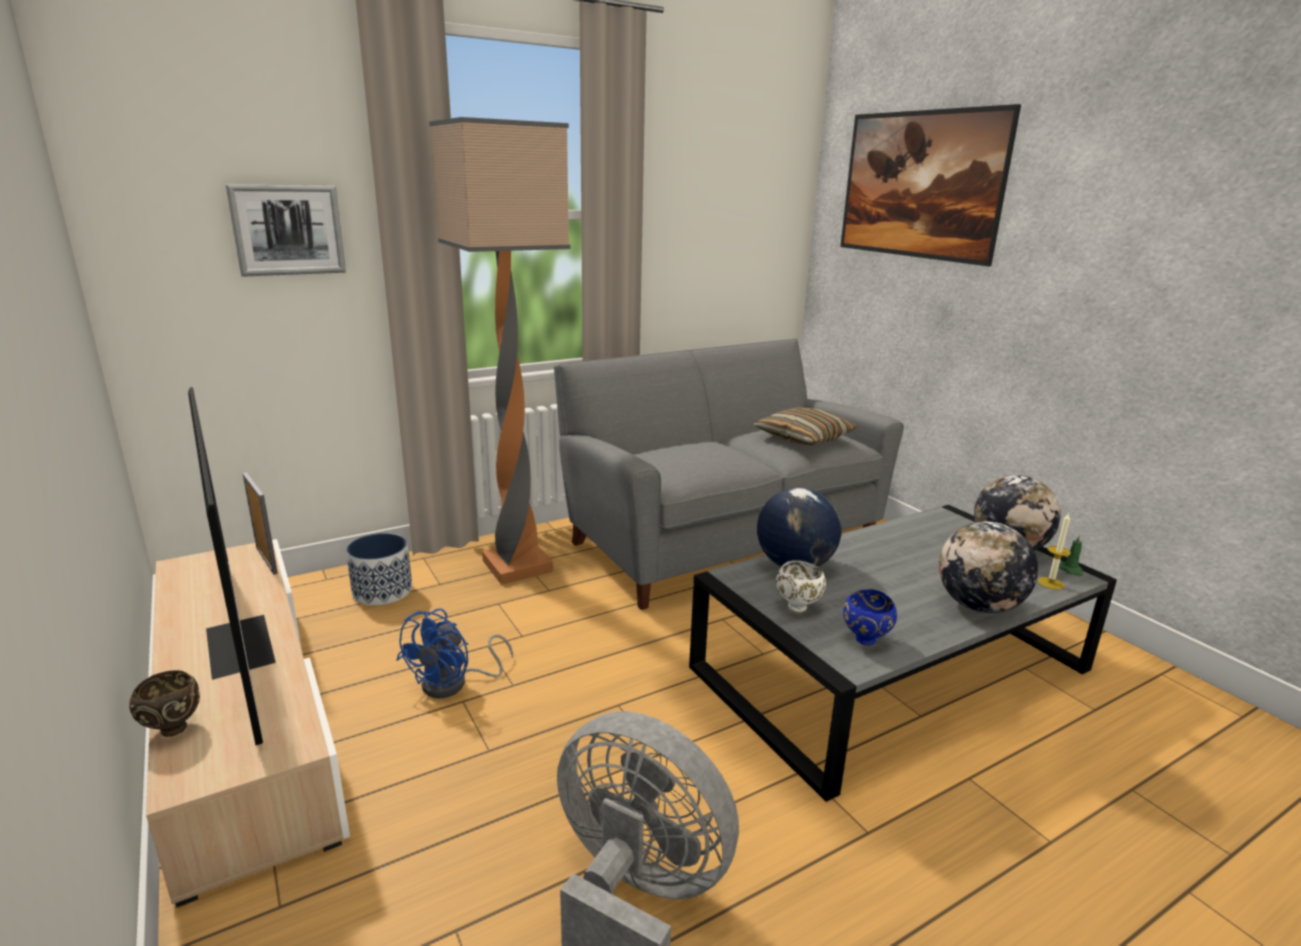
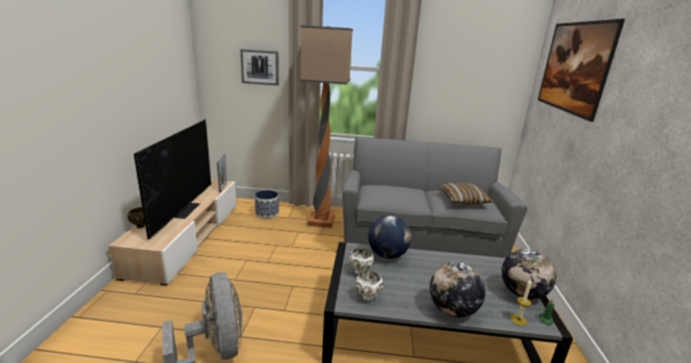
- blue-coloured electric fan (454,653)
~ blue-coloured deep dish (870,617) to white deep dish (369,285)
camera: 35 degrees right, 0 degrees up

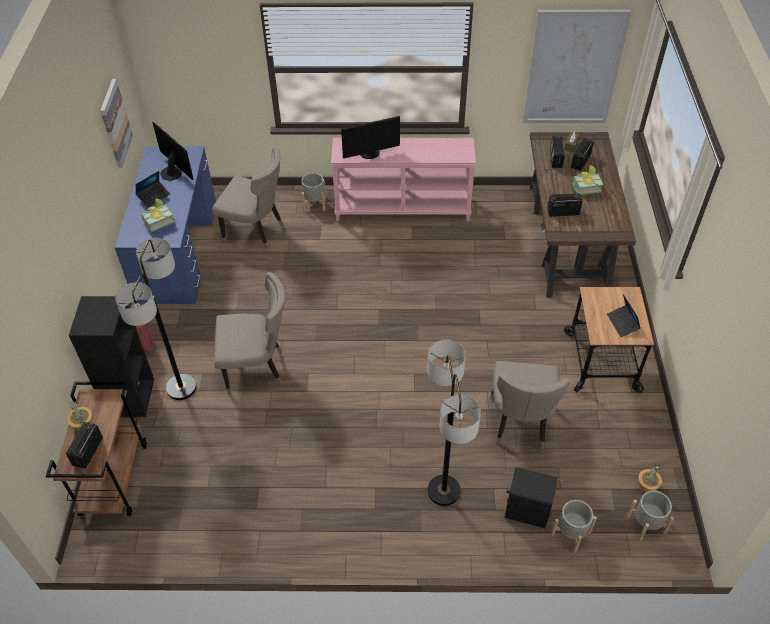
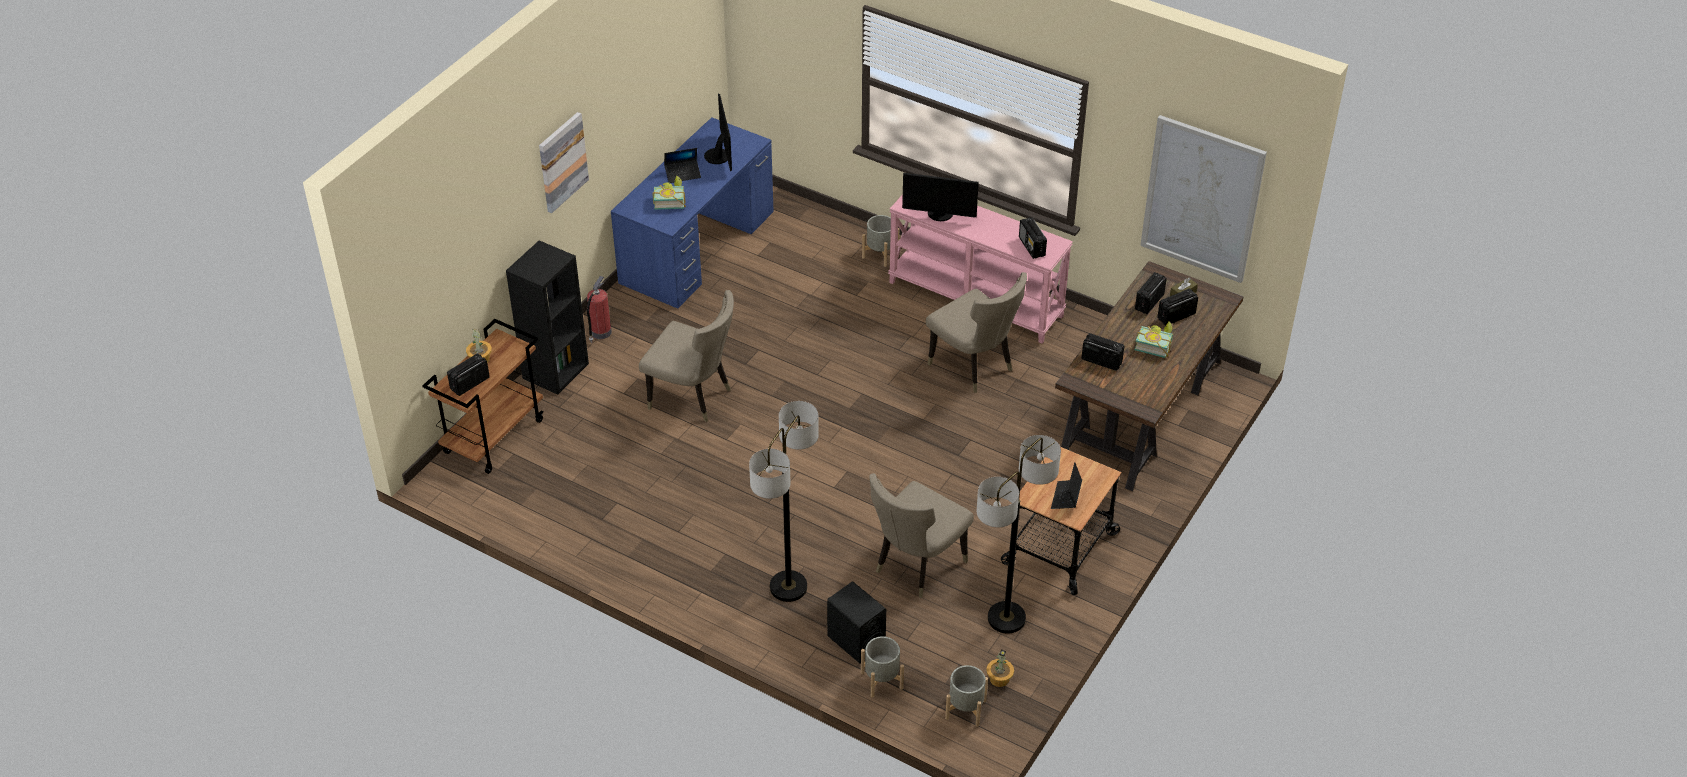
+ radio receiver (1033,238)
~ wall picture (116,123) to (564,162)
~ floor lamp (156,319) to (1019,534)
~ sand-coloured upright chair (247,198) to (976,332)
camera: 30 degrees right, 5 degrees down

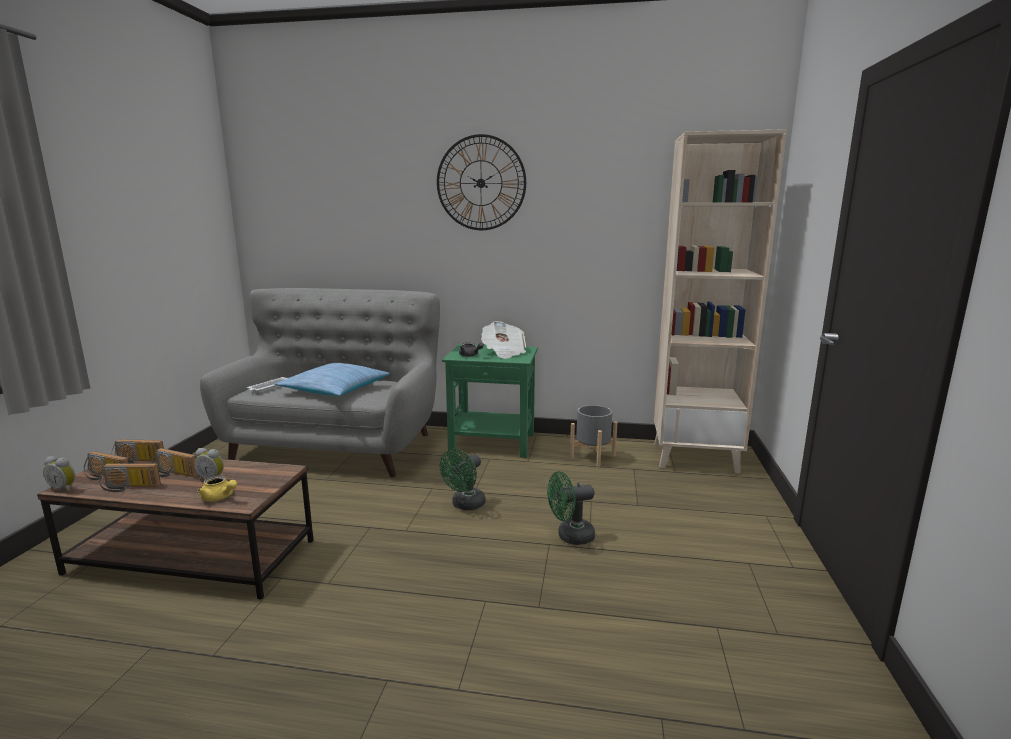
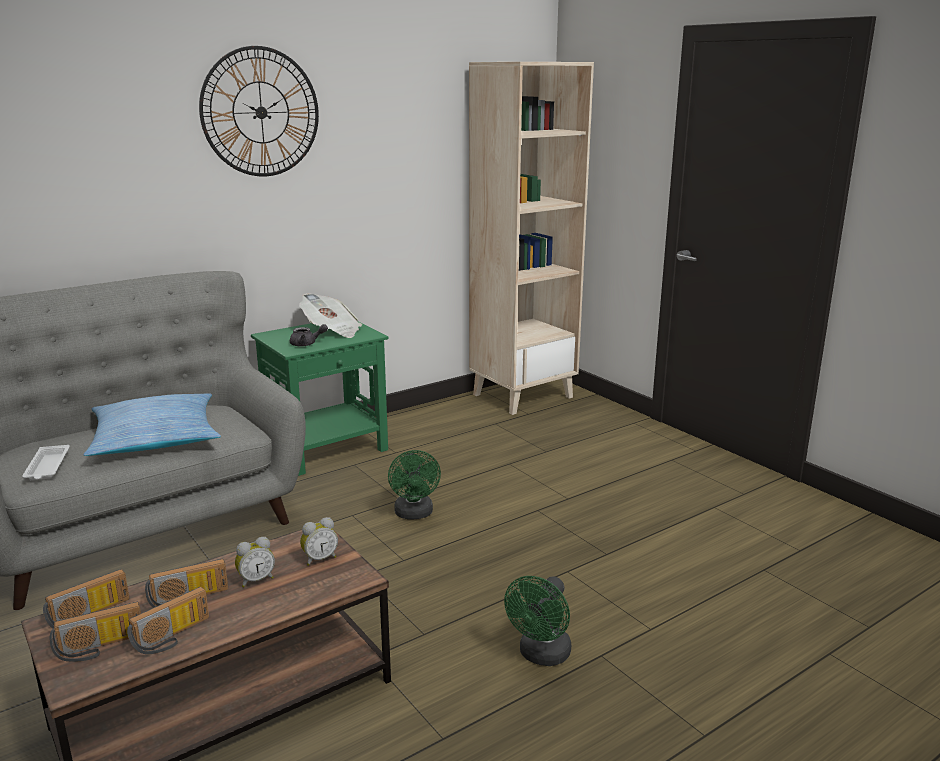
- yellowish pot for tea (217,488)
- gray plant pot (593,436)
~ table clock (59,474) to (319,541)
~ green electric fan (571,508) to (537,621)
camera: 45 degrees left, 5 degrees up

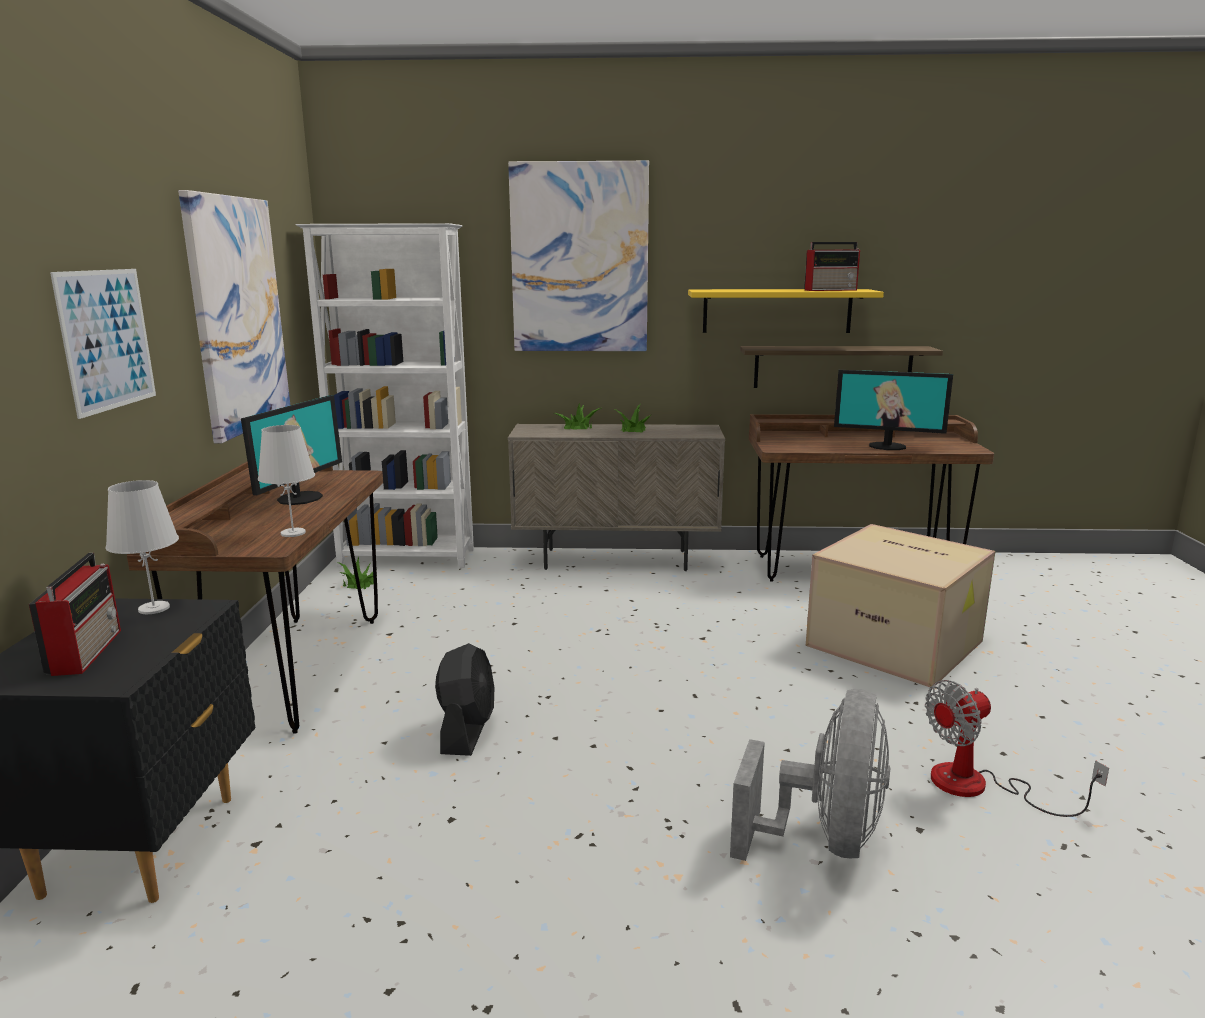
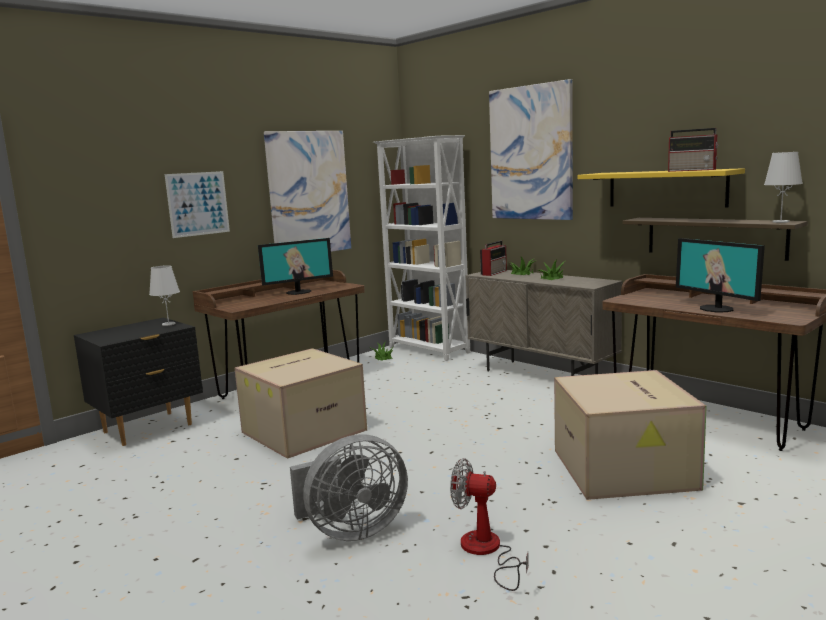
~ radio receiver (75,614) to (493,258)
~ white table lamp (286,481) to (783,187)
~ black-coloured electric fan (465,699) to packing box (301,403)
camera: 45 degrees right, 5 degrees down

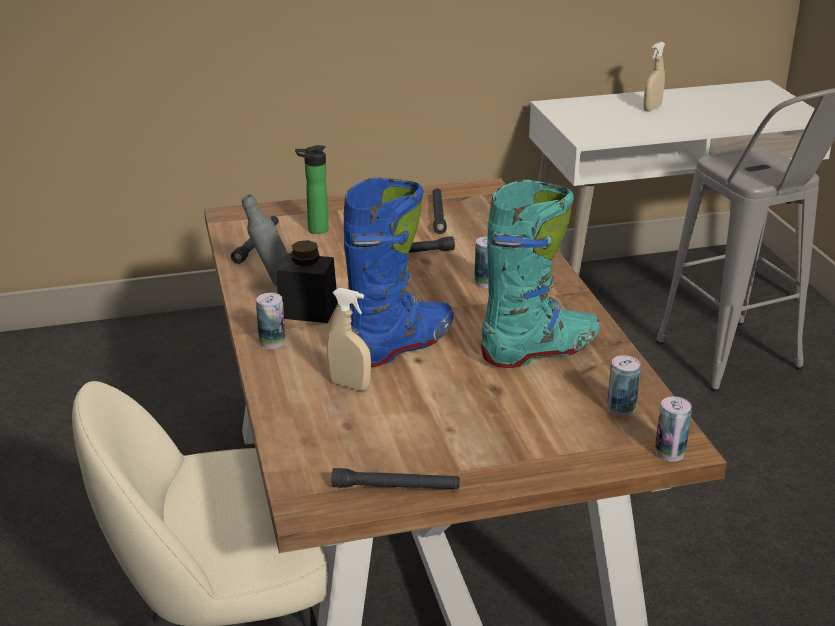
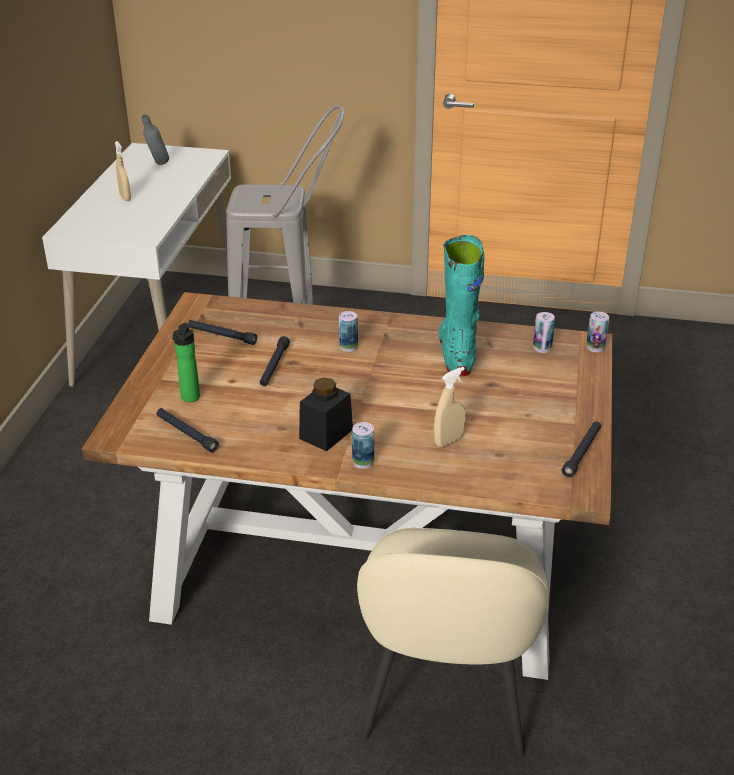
- blue-coloured high-top boot (399,272)
~ gray beverage bottle (265,240) to (155,139)
camera: 65 degrees left, 5 degrees up

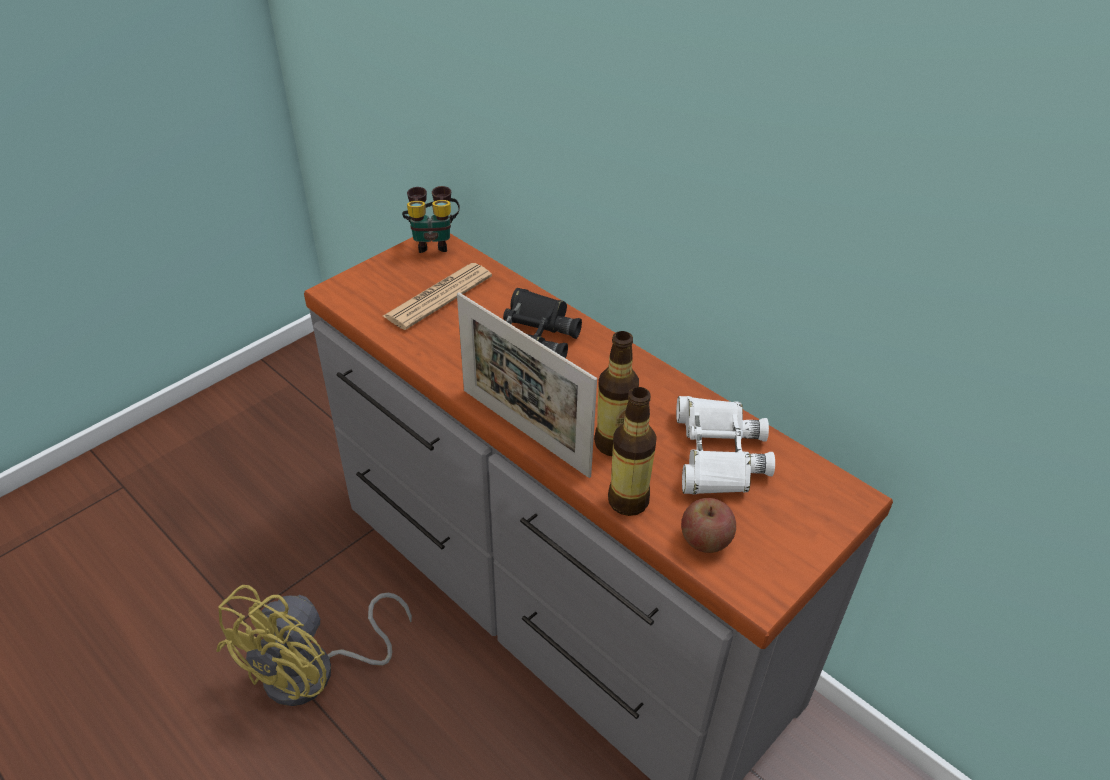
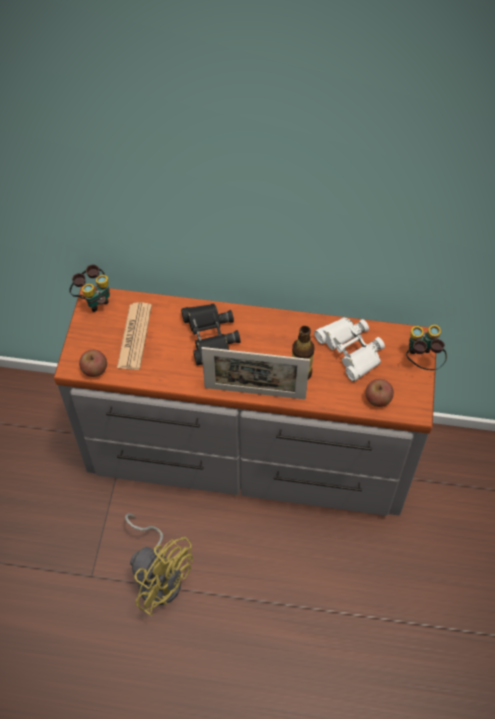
- beverage bottle (632,451)
+ whole apple (93,363)
+ binoculars (426,347)
~ yellowish electric fan (314,645) = (159,564) 45 degrees counterclockwise
camera: 35 degrees left, 15 degrees up

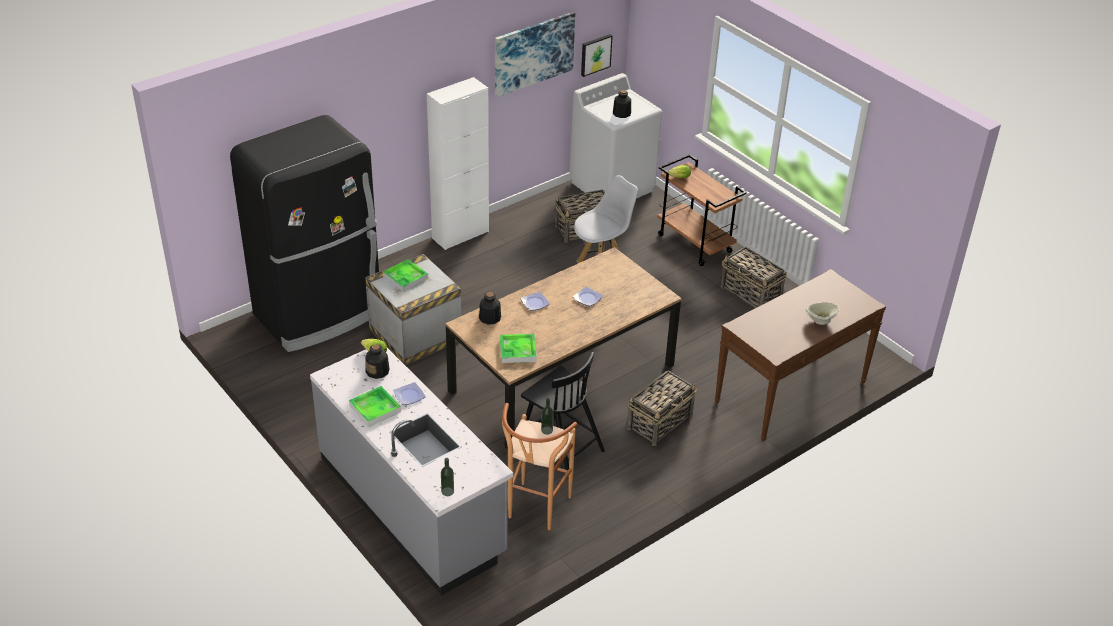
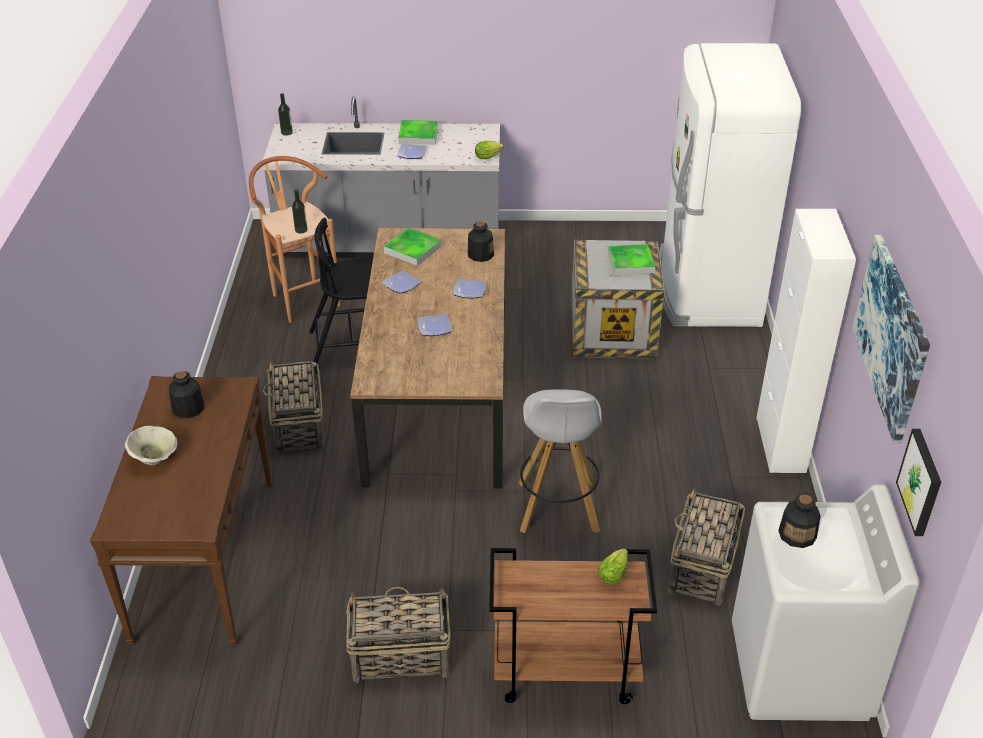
+ dinner plate (401,282)
~ beverage bottle (377,361) to (186,394)
~ black-coloured fridge (304,233) to white fridge (730,185)
camera: 130 degrees right, 0 degrees up

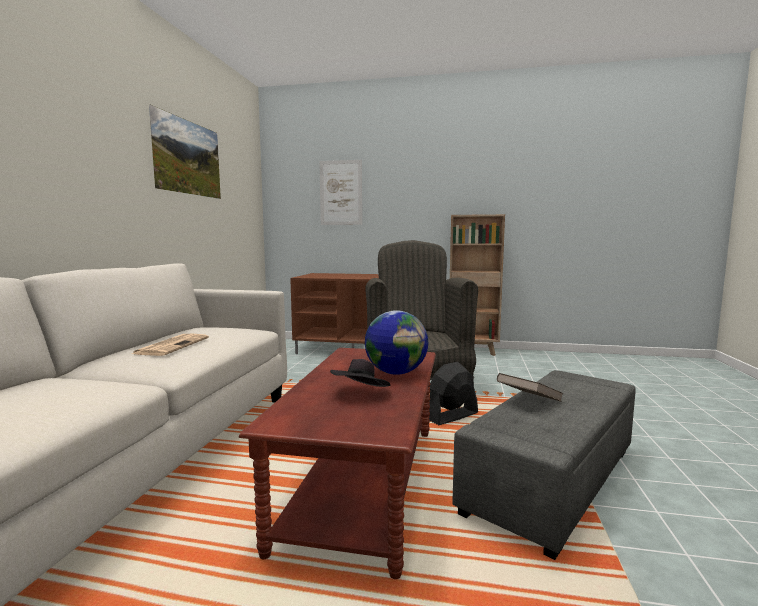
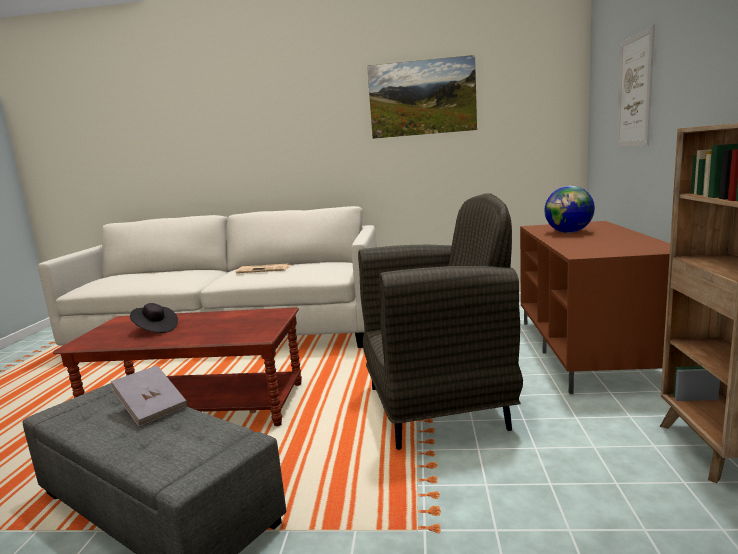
- black-coloured electric fan (453,393)
~ desk globe (396,342) to (569,209)
~ brownish bound book (530,387) to gray bound book (149,396)
camera: 85 degrees right, 5 degrees up

